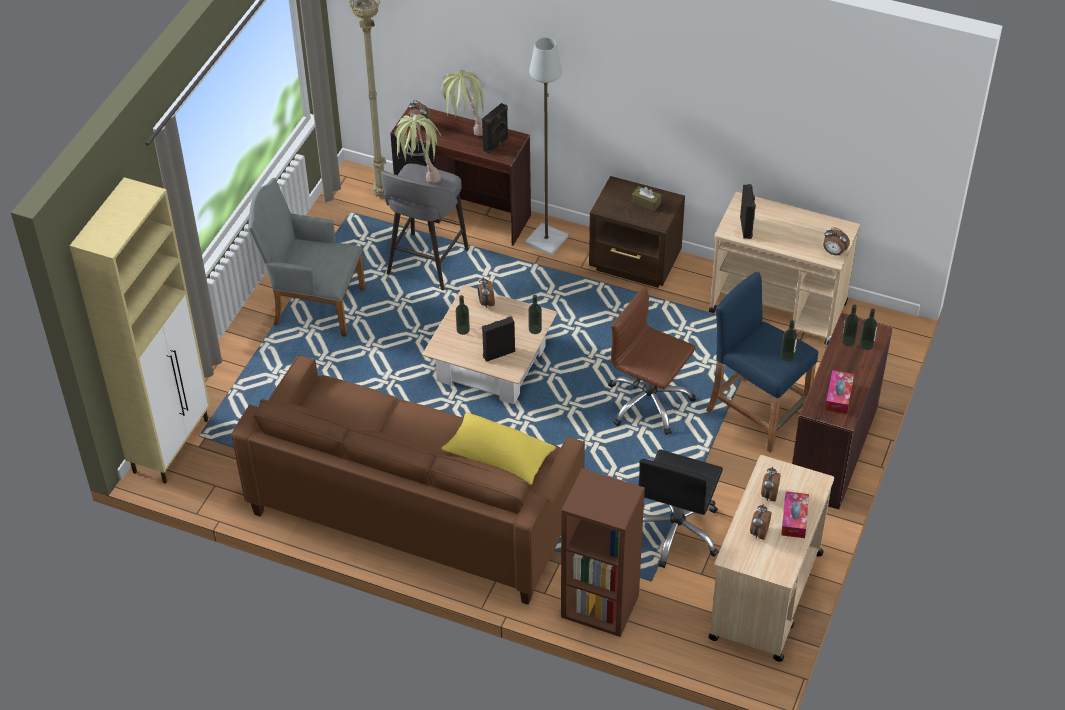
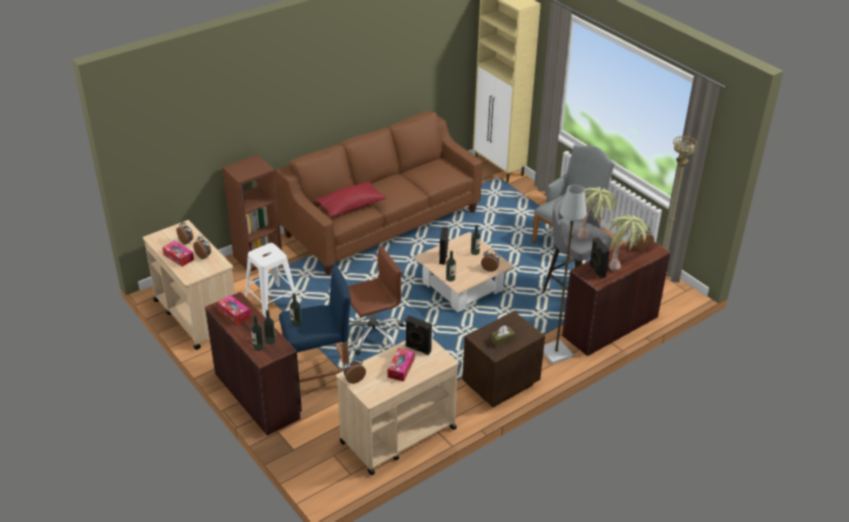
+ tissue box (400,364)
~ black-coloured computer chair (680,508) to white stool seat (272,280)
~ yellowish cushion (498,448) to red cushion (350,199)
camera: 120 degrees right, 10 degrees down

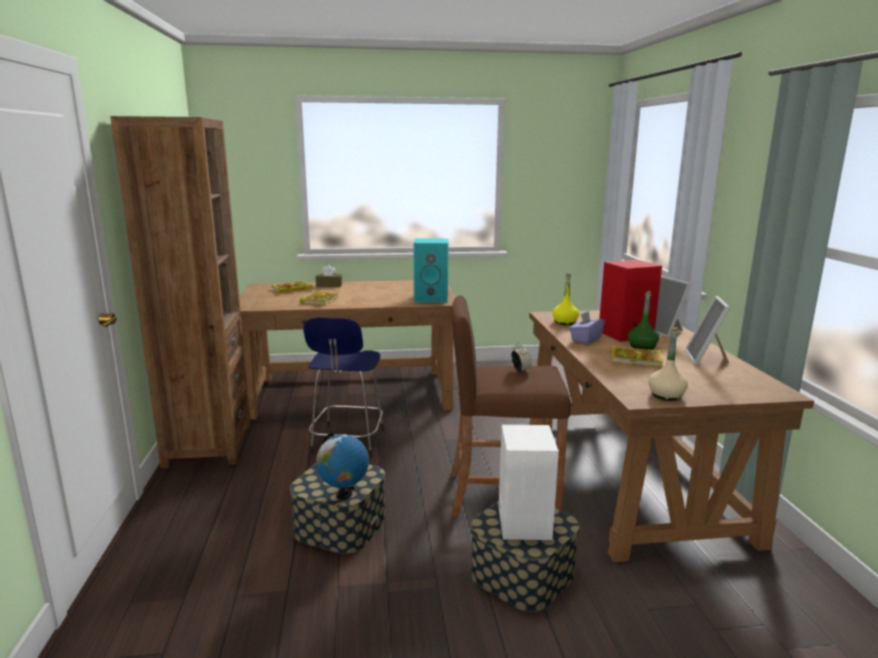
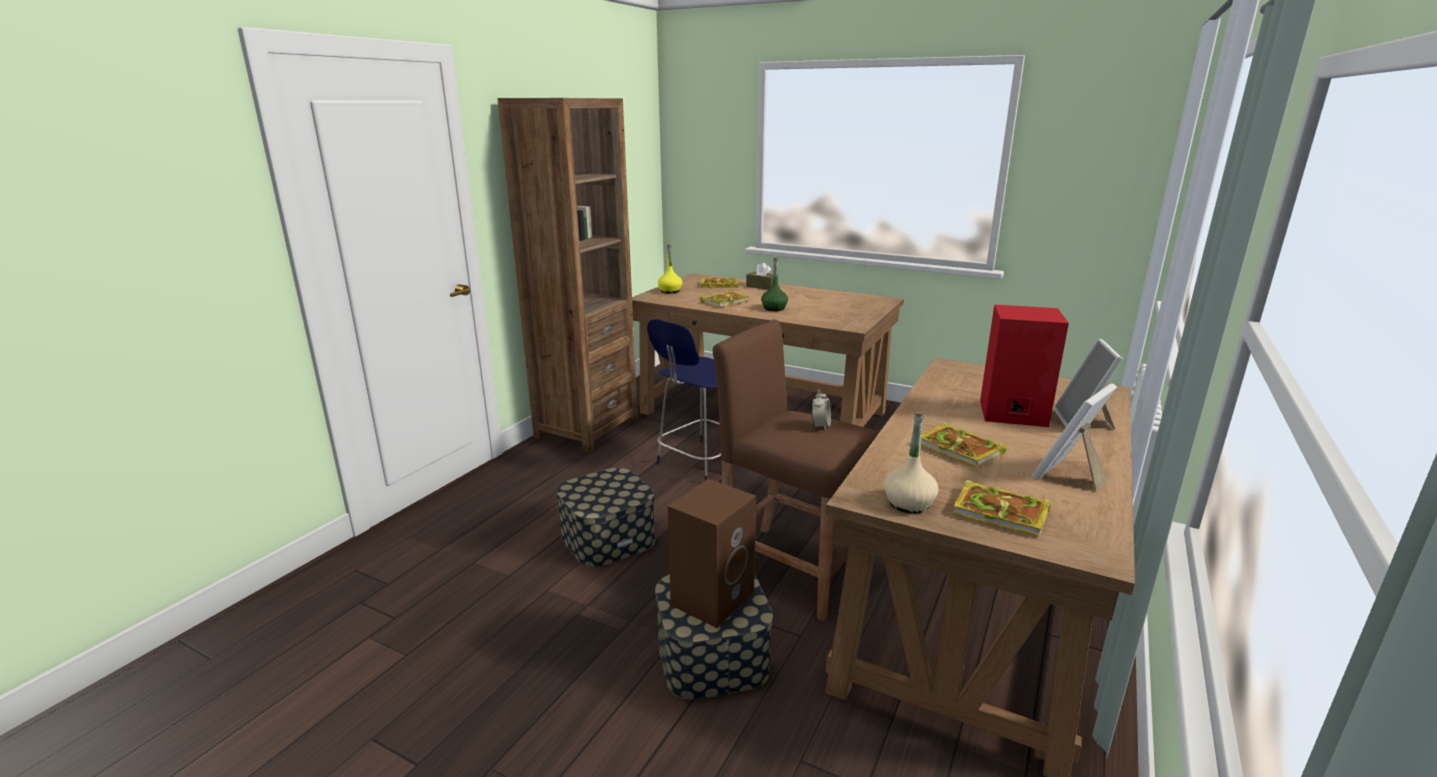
- desk globe (342,466)
- turquoise loudspeaker (431,270)
- purplish tissue box (587,327)
+ bound book (1002,508)
~ yellowish beverage bottle (565,299) to (670,268)
~ green beverage bottle (643,320) to (774,284)
~ white loudspeaker (529,482) to brownish loudspeaker (712,553)
camera: 35 degrees right, 5 degrees up

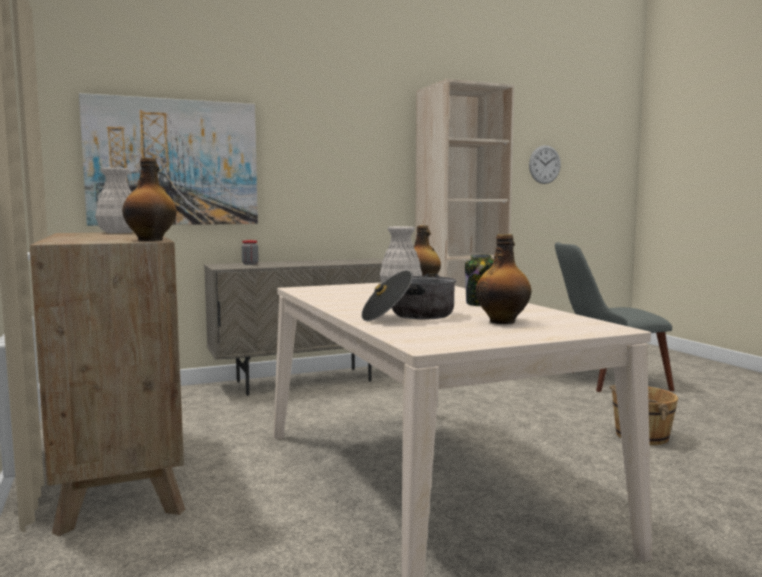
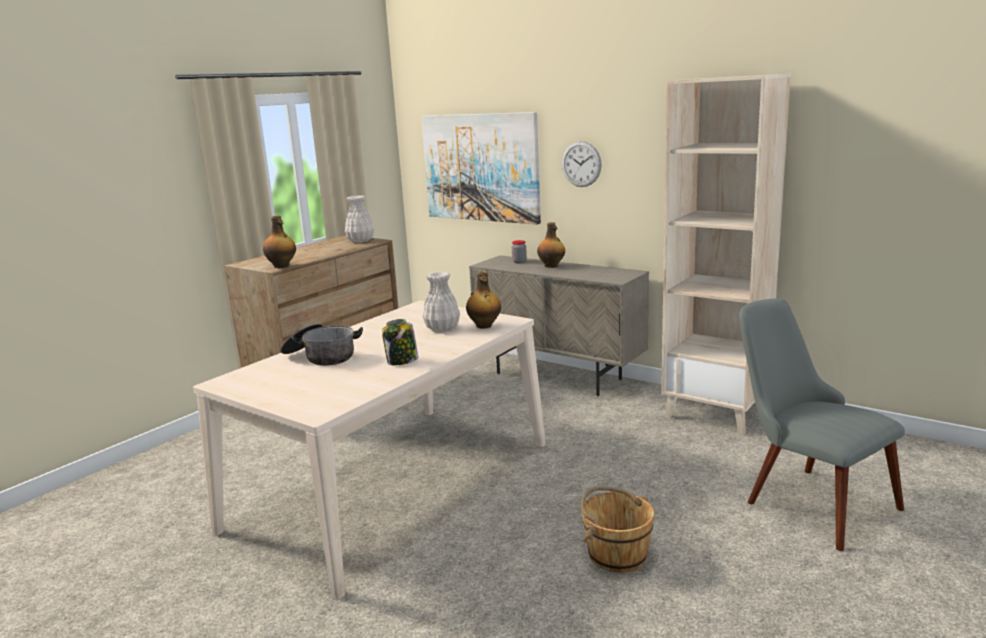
~ beverage bottle (503,279) to (551,245)
~ clock on the wall (545,164) to (582,164)
camera: 60 degrees right, 10 degrees up

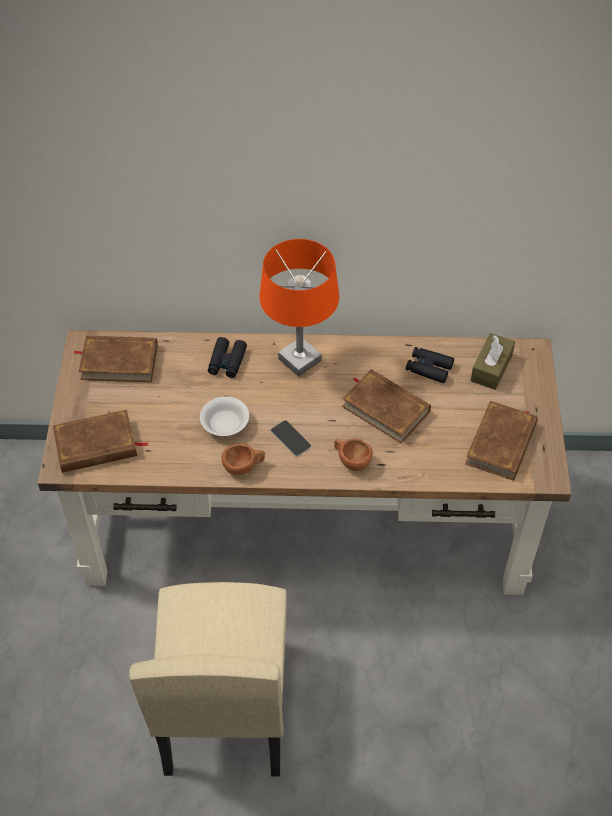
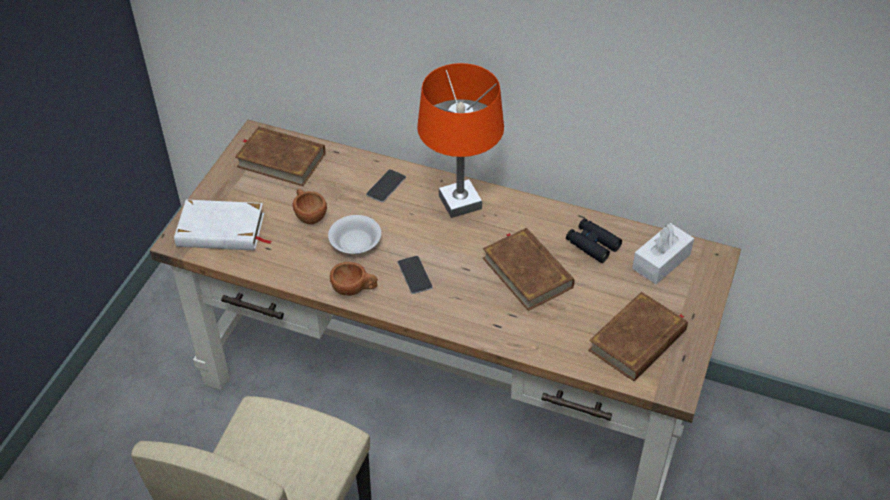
~ brownish small cup (353,455) to (310,206)
~ black-coloured binoculars (227,357) to handset (386,185)
~ brownish bound book (101,441) to white bound book (223,225)
~ brownish tissue box (492,361) to white tissue box (663,253)
camera: 20 degrees right, 5 degrees down

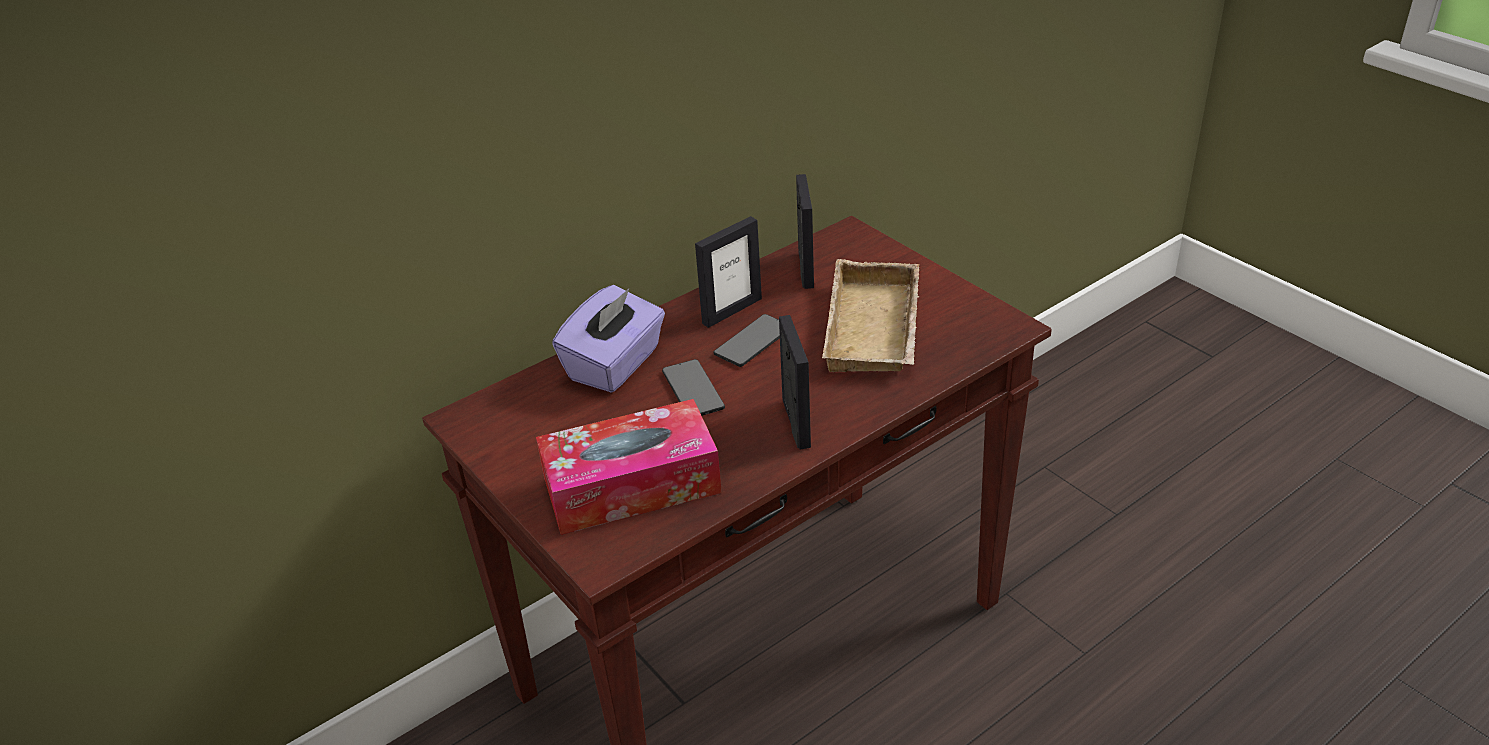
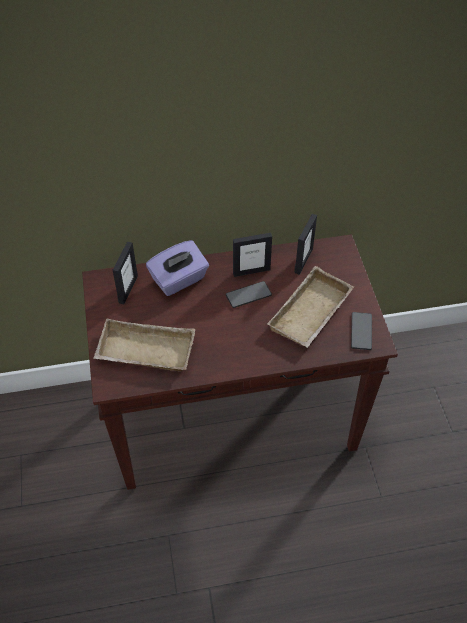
~ handset (693,387) to (361,331)
~ picture frame (795,382) to (125,272)
~ tissue box (629,467) to sand-coloured tray (144,344)
camera: 25 degrees right, 15 degrees up

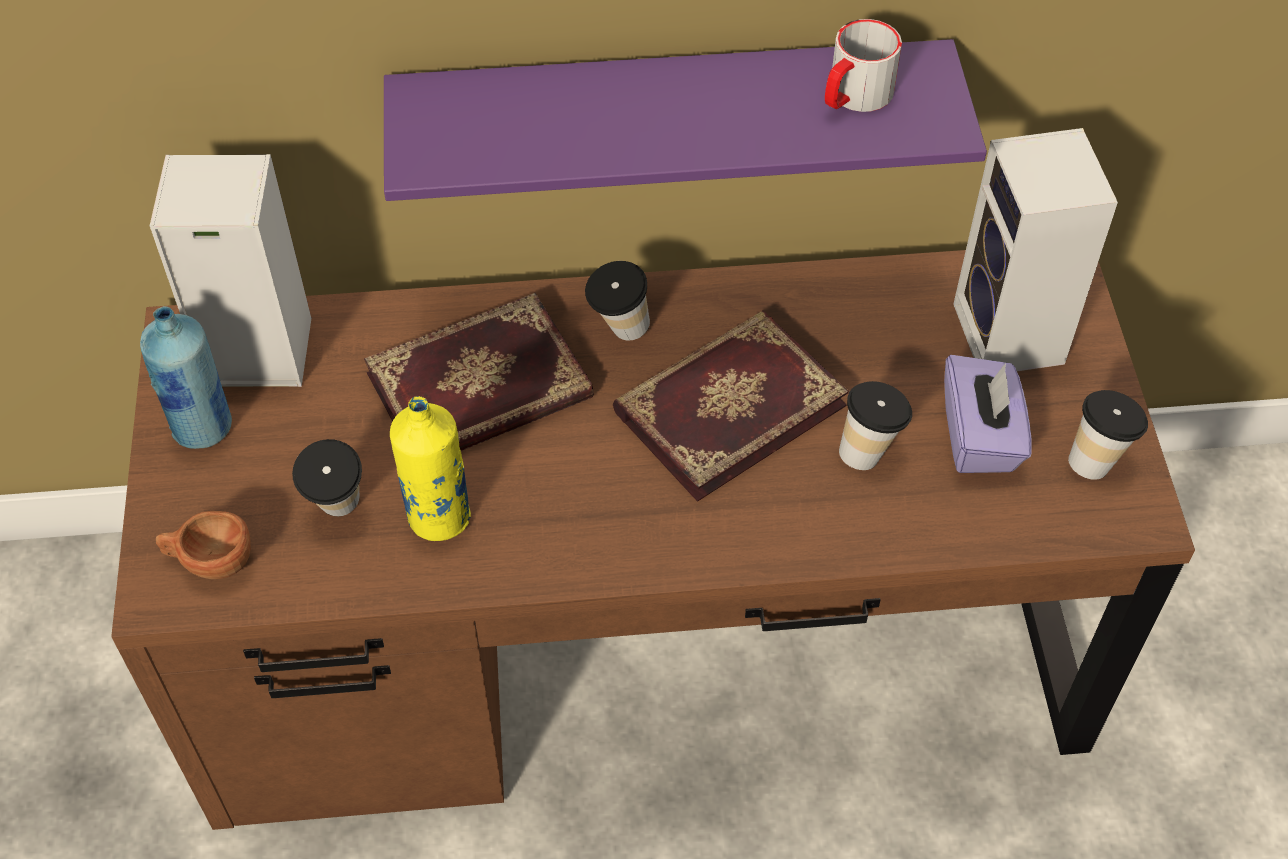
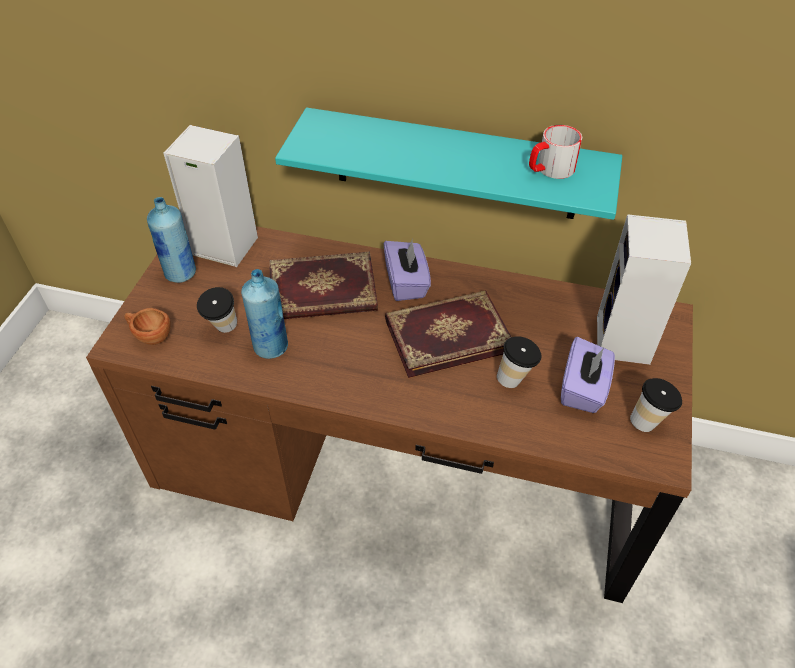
~ small cup (617,300) to purplish tissue box (407,270)
~ purplish wall shelf (685,120) to turquoise wall shelf (448,163)
~ yellowish beverage bottle (430,468) to blue-coloured beverage bottle (264,314)
camera: 20 degrees right, 5 degrees down

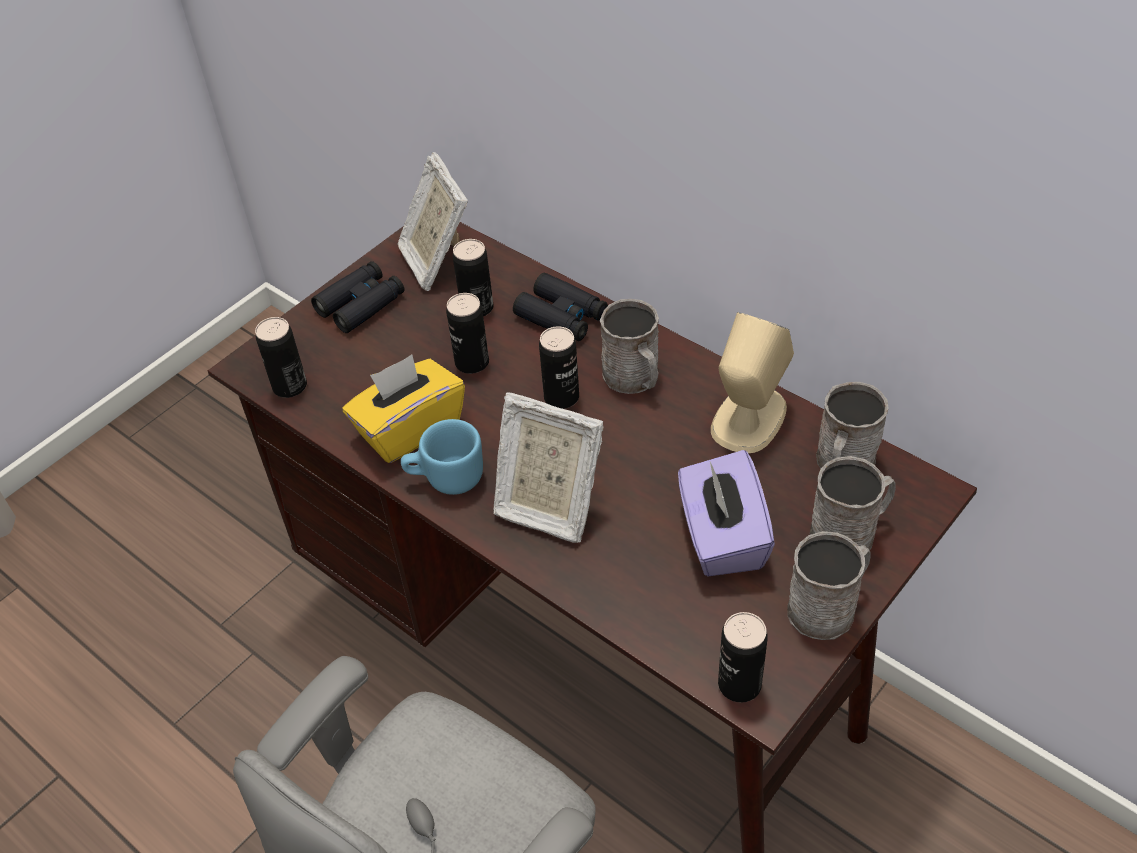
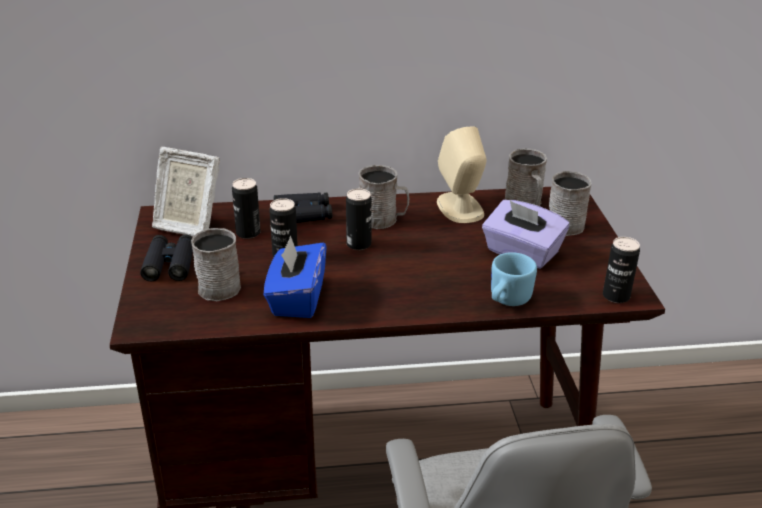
- metal can (281,357)
- picture frame (548,467)
~ blue-coloured coffee mug (442,457) to (514,279)
~ gray coffee mug (829,585) to (216,264)
~ yellowish tissue box (403,409) to blue-coloured tissue box (295,277)
camera: 50 degrees left, 15 degrees down

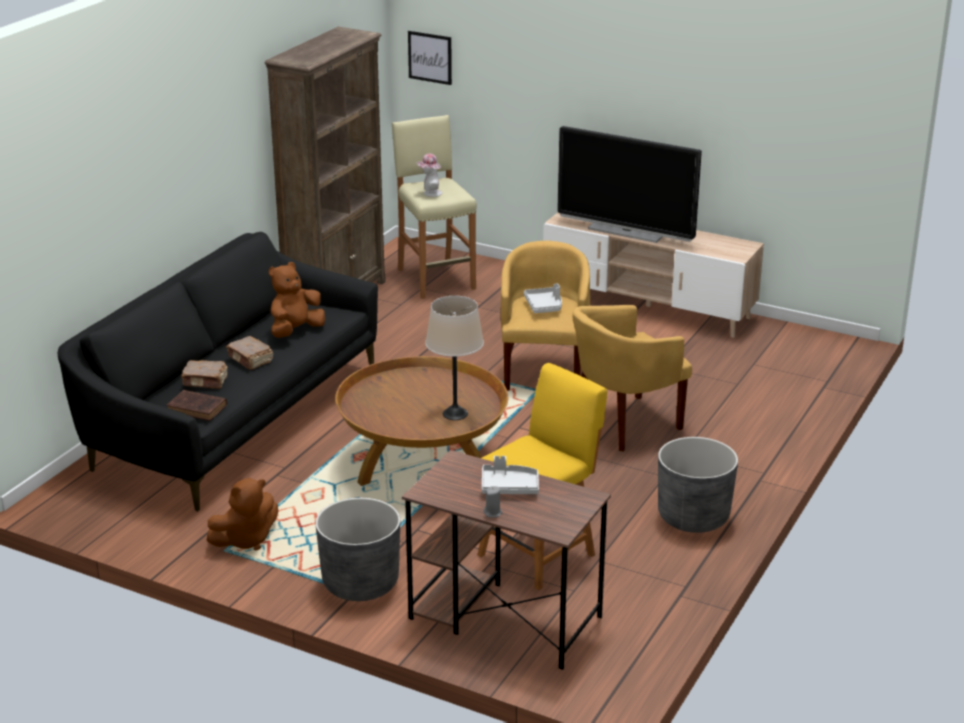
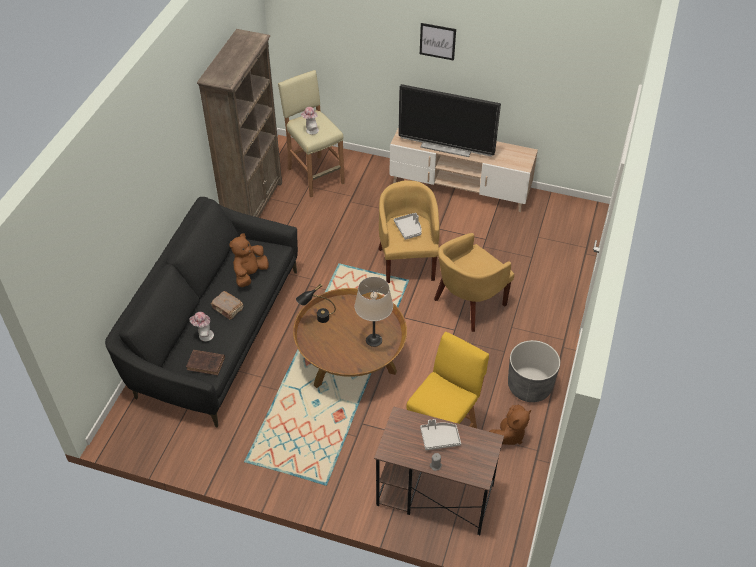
- gray plant pot (358,549)
+ black-coloured table lamp (316,303)
~ brownish cuddly toy (242,514) to (510,425)
~ wall picture (430,58) to (438,42)
~ brownish bound book (204,374) to clothing hat (202,326)
camera: 10 degrees left, 20 degrees up

